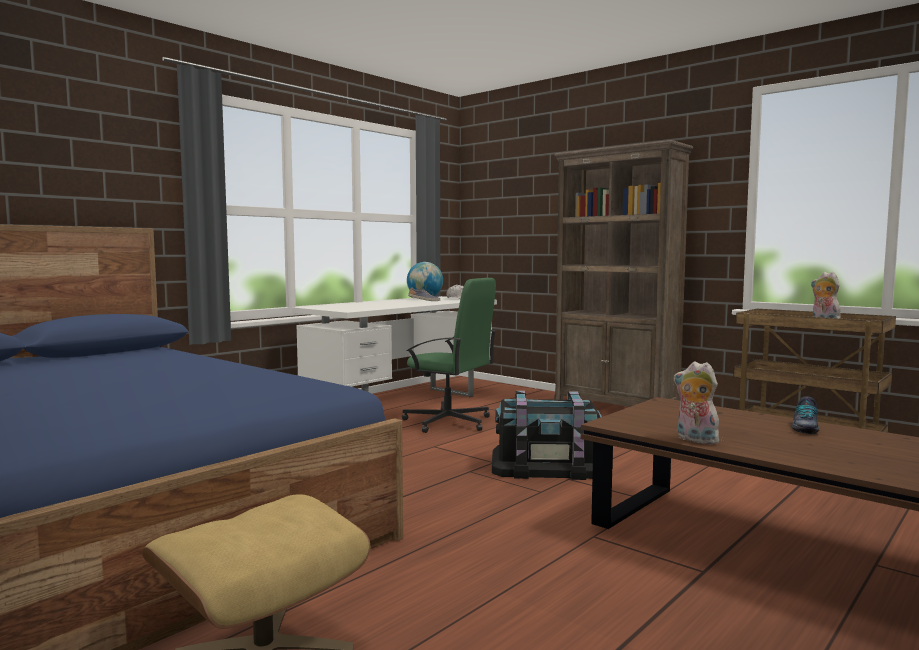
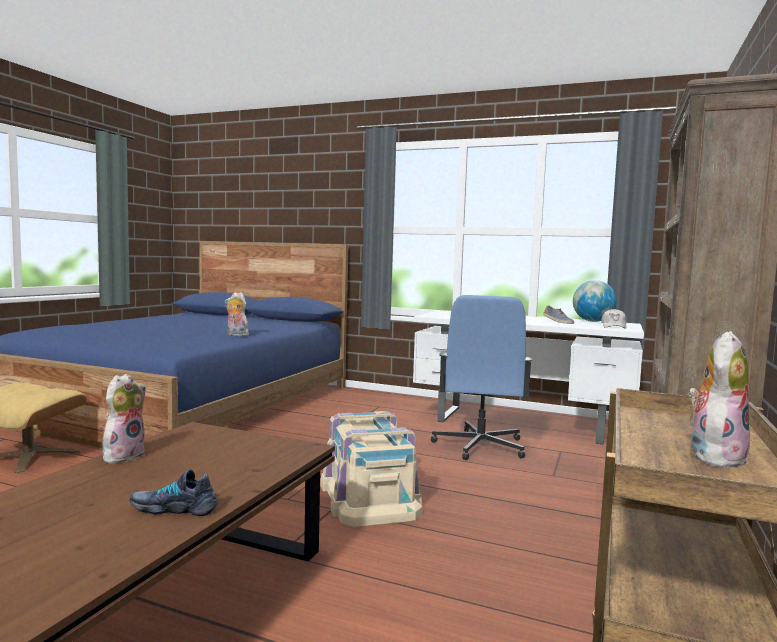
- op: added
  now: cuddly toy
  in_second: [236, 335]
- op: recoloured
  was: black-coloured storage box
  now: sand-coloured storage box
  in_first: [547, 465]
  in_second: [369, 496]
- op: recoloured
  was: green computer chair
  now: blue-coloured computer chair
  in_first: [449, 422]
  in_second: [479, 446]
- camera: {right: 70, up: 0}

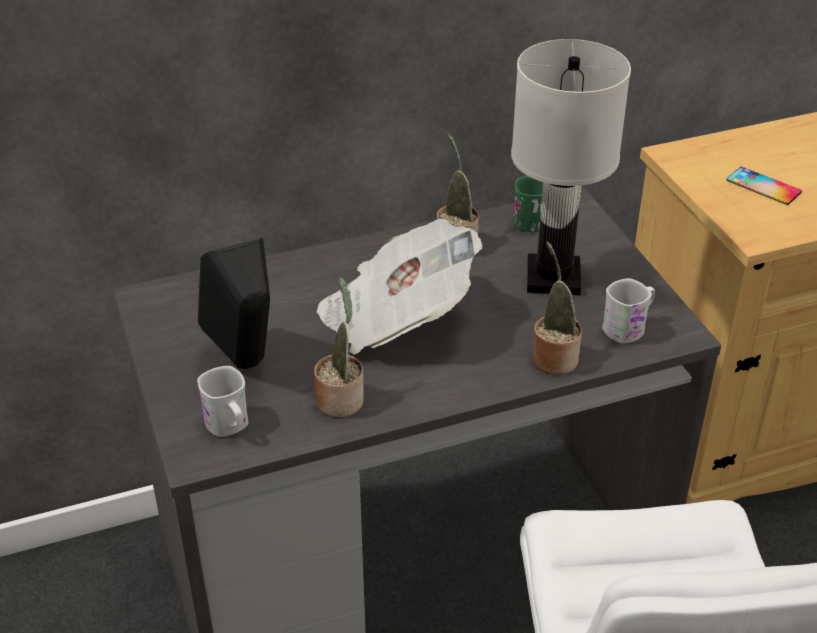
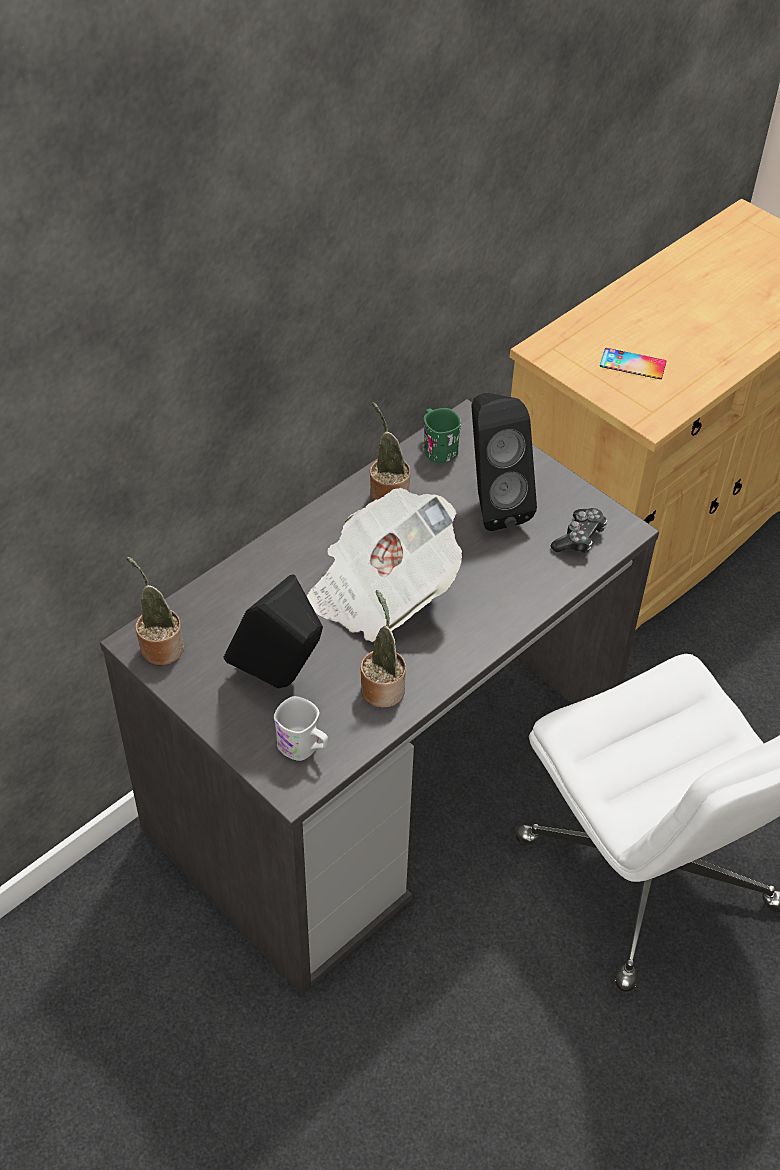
- op: moved
  was: potted plant
  in_first: [553, 357]
  in_second: [159, 646]
- op: replaced
  was: white table lamp
  now: black-coloured speaker
  in_first: [554, 277]
  in_second: [492, 504]
- op: replaced
  was: white coffee mug
  now: game controller
  in_first: [628, 328]
  in_second: [579, 538]
- camera: {right: -25, up: 10}

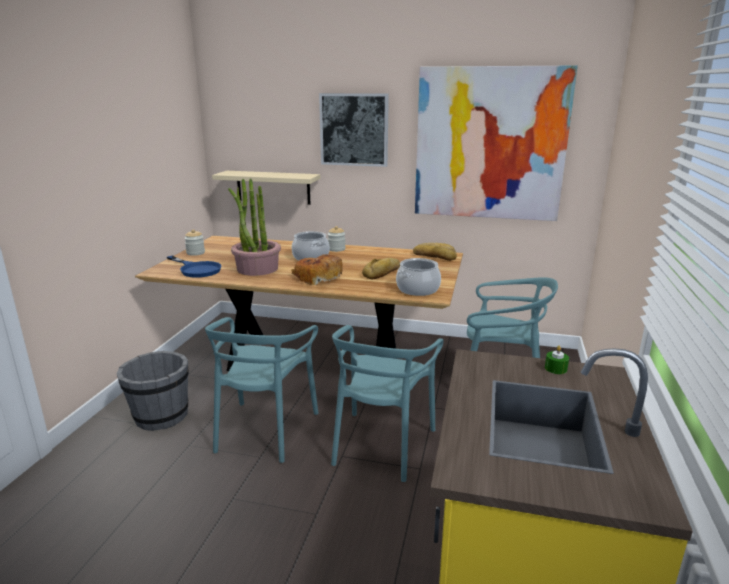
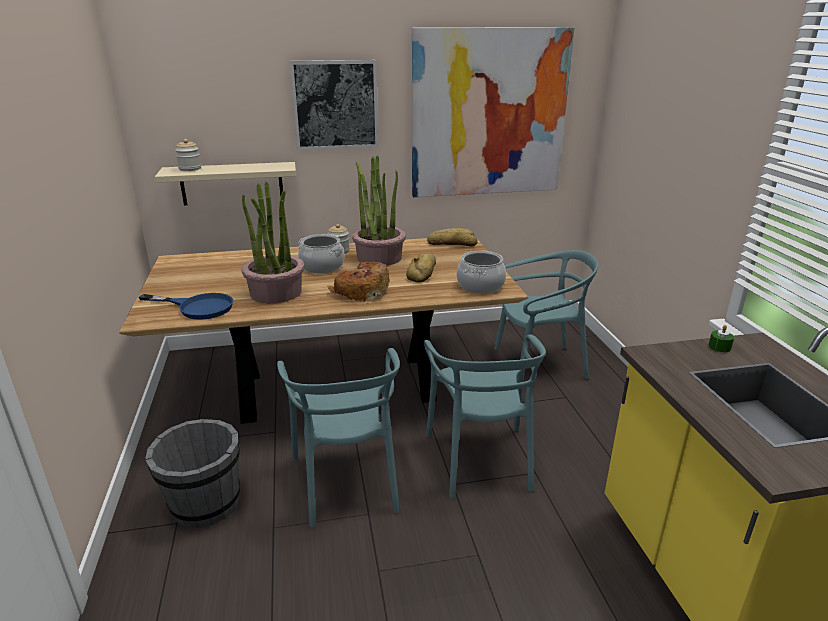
- op: moved
  was: preserve jar
  in_first: [195, 253]
  in_second: [190, 169]
- op: added
  now: potted plant
  in_second: [379, 257]
- camera: {right: -25, up: 5}

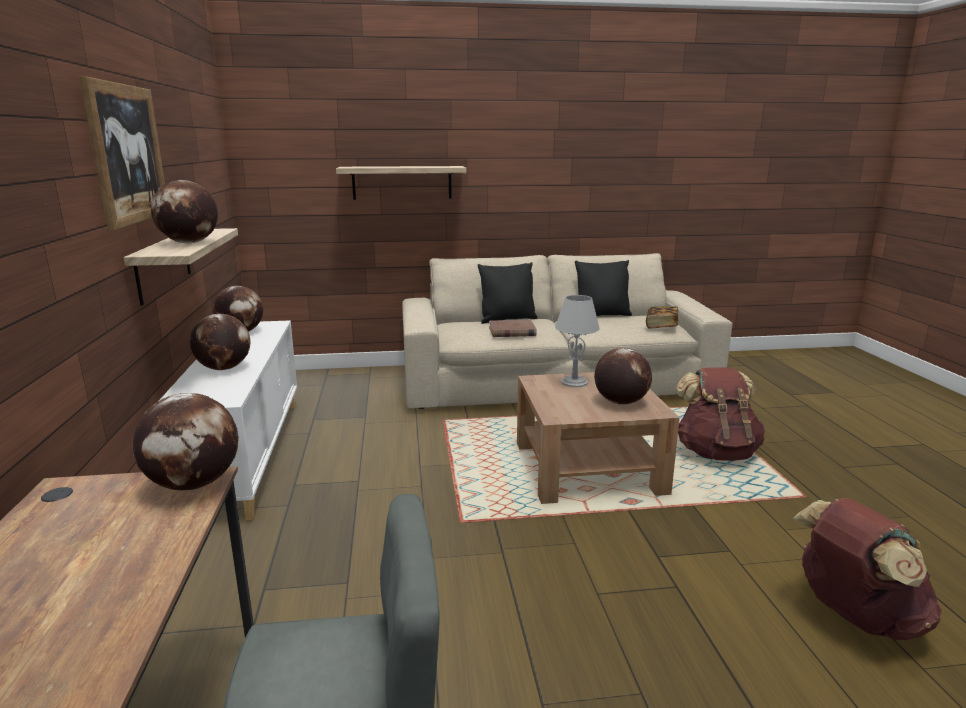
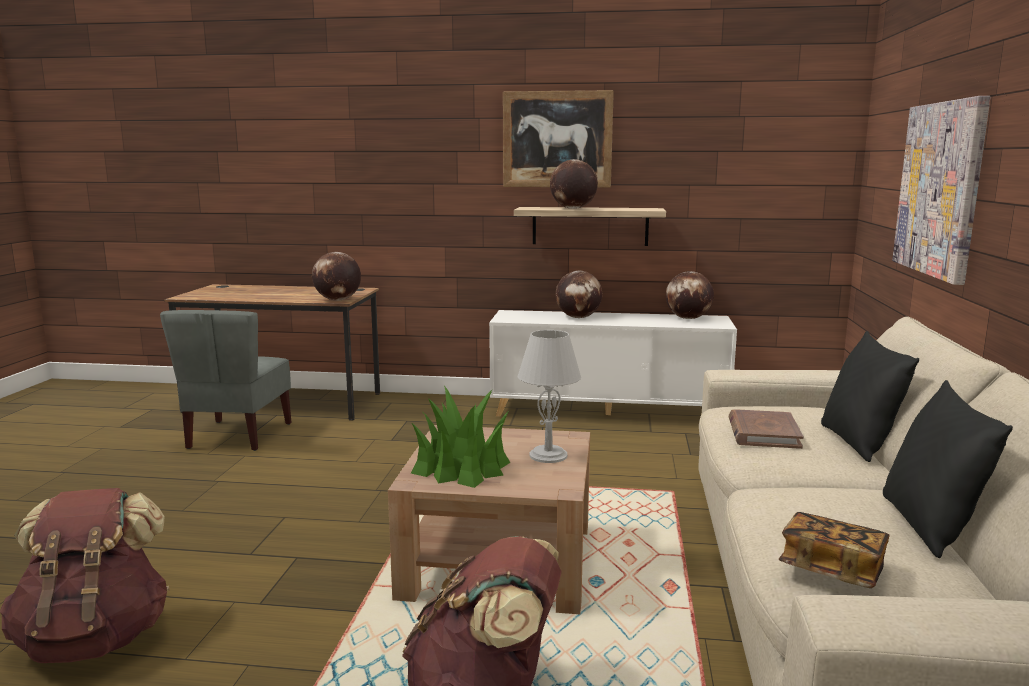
- op: replaced
  was: world globe
  now: potted plant
  in_first: [620, 402]
  in_second: [461, 467]
- op: replaced
  was: wall shelf
  now: wall art
  in_first: [402, 182]
  in_second: [940, 189]
- camera: {right: 105, up: -5}

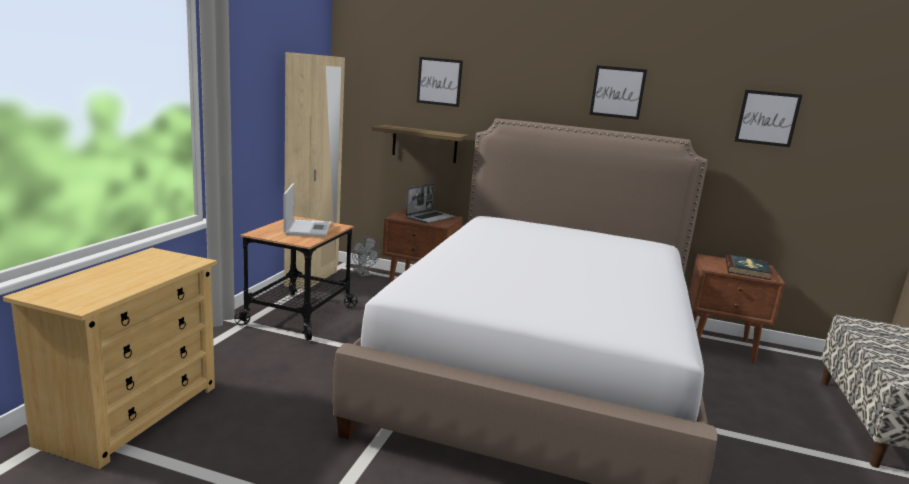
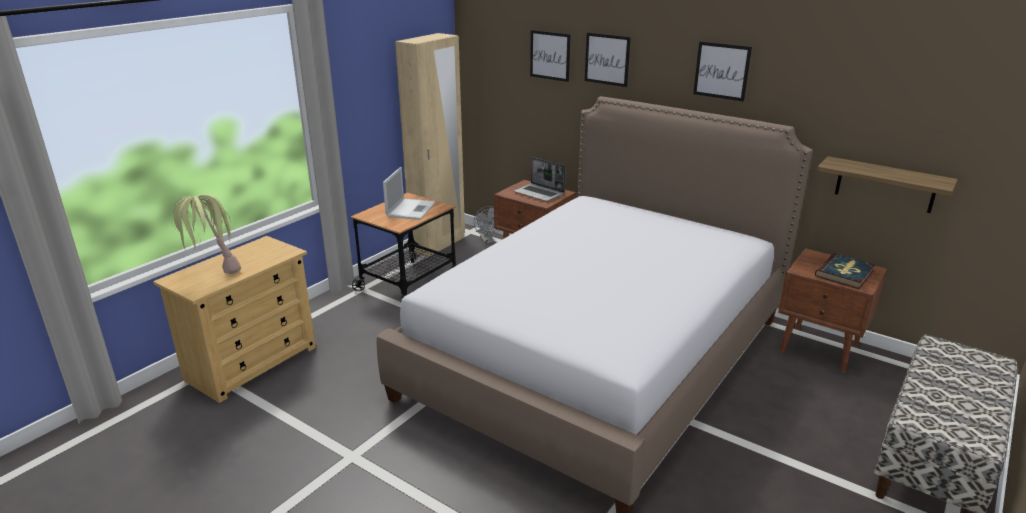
- op: added
  now: potted plant
  in_second: [212, 273]
- op: turned
  was: portable computer
  in_first: [430, 217]
  in_second: [540, 193]
  clockwise: 75
- op: moved
  was: wall art
  in_first: [767, 118]
  in_second: [607, 59]
- op: moved
  was: wall shelf
  in_first: [424, 144]
  in_second: [885, 185]
- camera: {right: 20, up: 10}

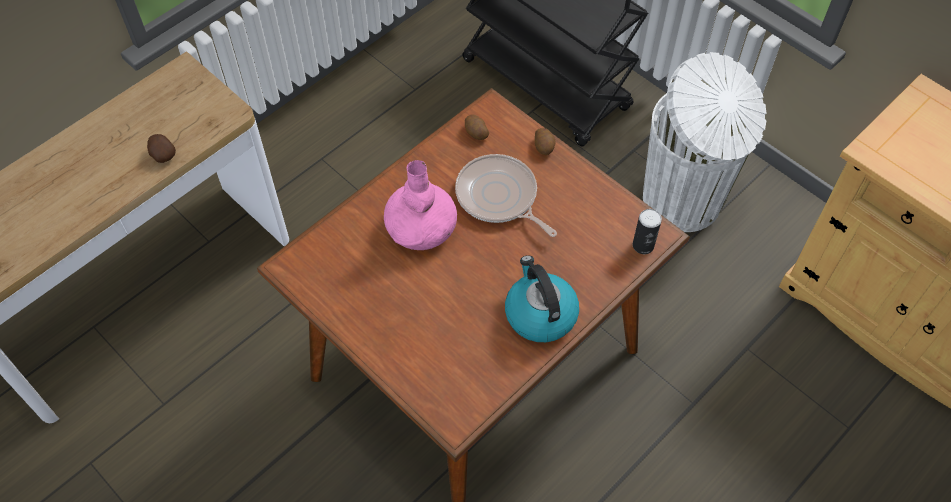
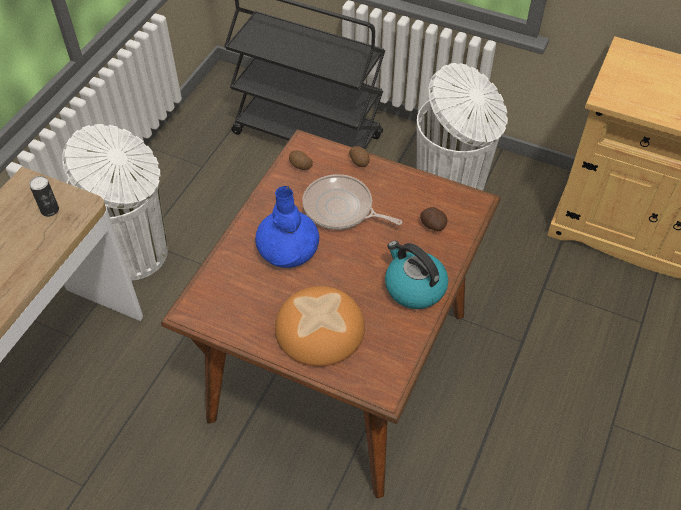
- op: moved
  was: sealed can
  in_first: [643, 245]
  in_second: [50, 210]
- op: added
  now: white trash can
  in_second: [136, 253]
- op: recoloured
  was: pink vase
  now: blue-coloured vase
  in_first: [421, 227]
  in_second: [288, 249]
- op: added
  now: bread
  in_second: [319, 330]
- op: moved
  was: potato
  in_first: [163, 155]
  in_second: [432, 225]
- camera: {right: -20, up: -5}

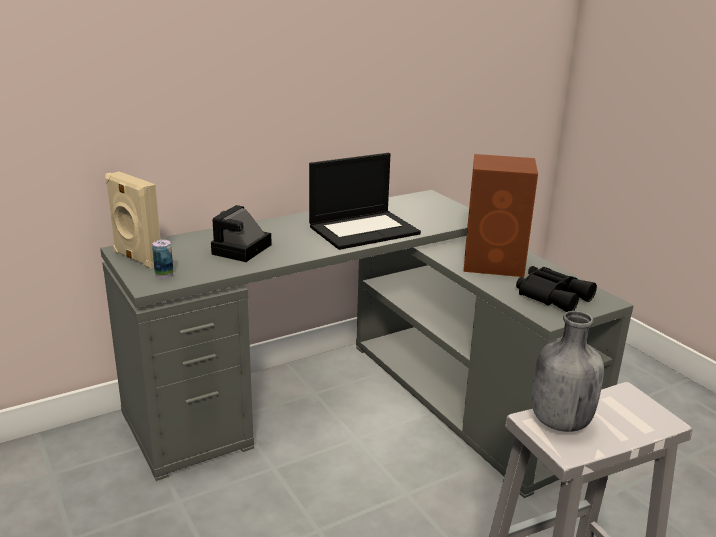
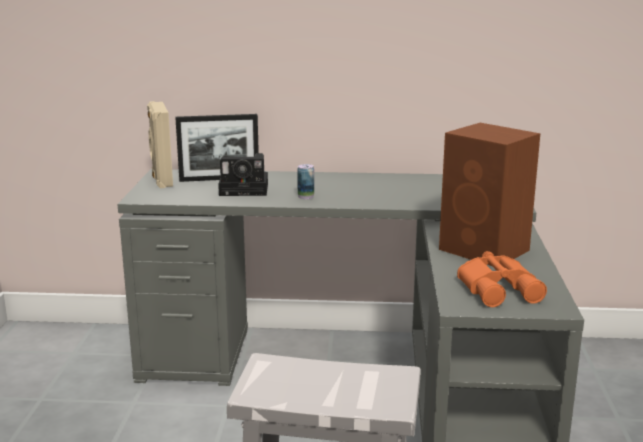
- op: added
  now: photo frame
  in_second: [219, 179]
- op: turned
  was: still camera
  in_first: [241, 250]
  in_second: [246, 189]
  clockwise: -150
- op: moved
  was: sealed can
  in_first: [164, 275]
  in_second: [306, 196]
- op: recoloured
  was: black-coloured field glasses
  now: orangey field glasses
  in_first: [552, 295]
  in_second: [499, 289]
- op: removed
  was: portable computer
  in_first: [364, 229]
- op: removed
  was: grey bottle
  in_first: [558, 421]
- camera: {right: 35, up: -5}

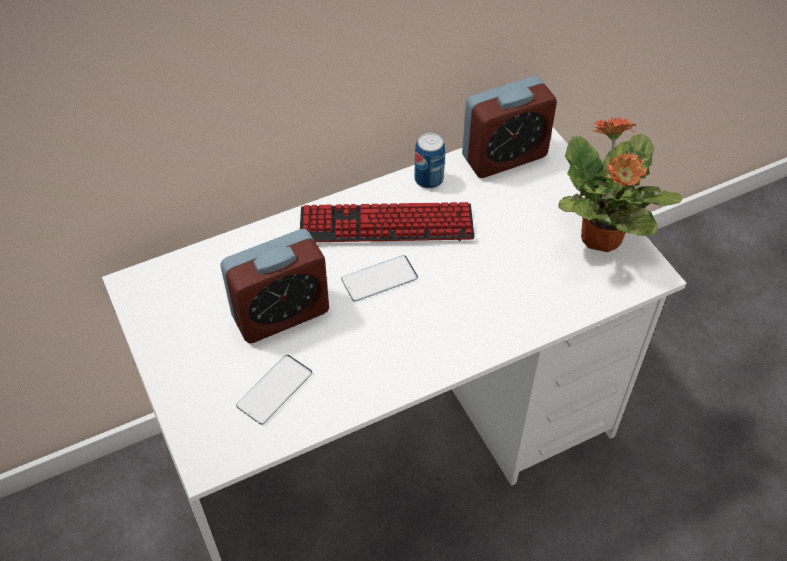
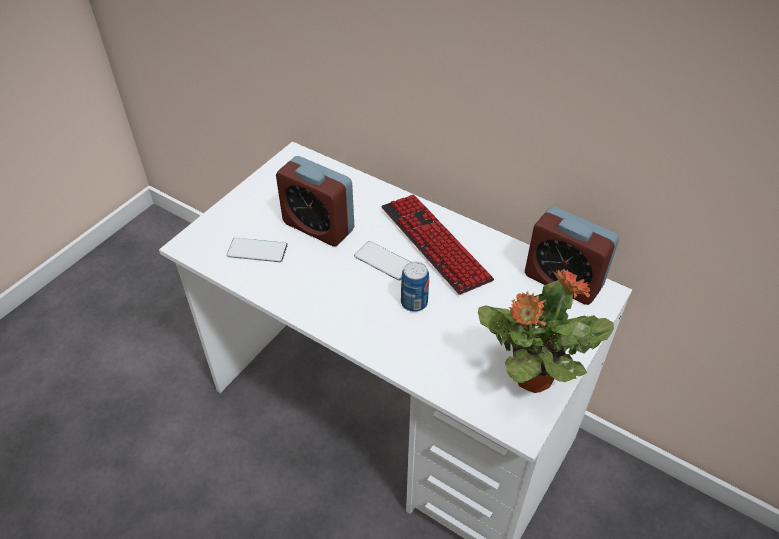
- op: moved
  was: sealed can
  in_first: [429, 179]
  in_second: [414, 302]
- camera: {right: 60, up: -5}

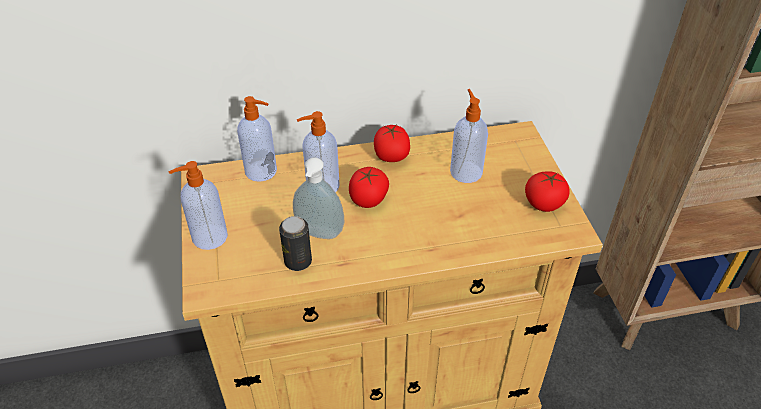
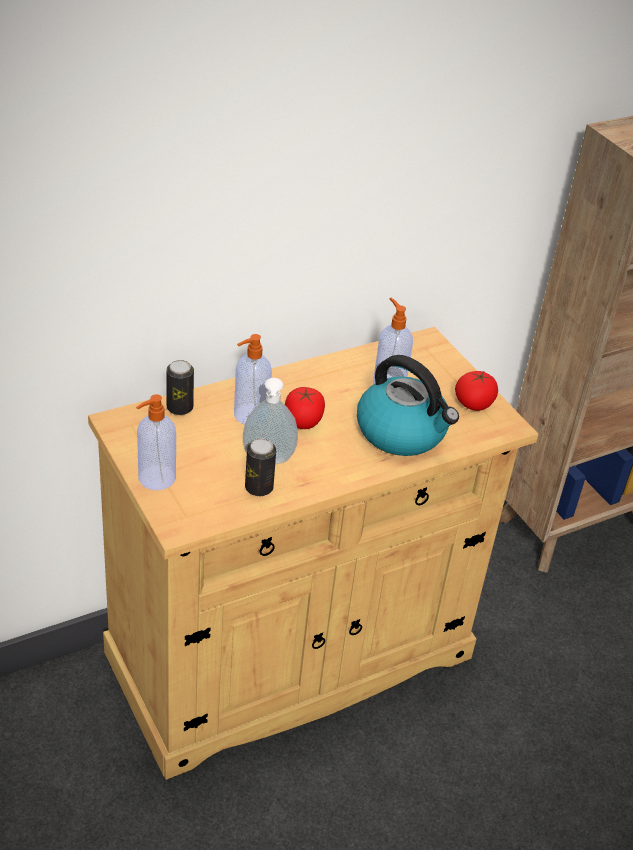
- op: replaced
  was: soap dispenser
  now: sealed can
  in_first: [262, 171]
  in_second: [180, 408]
- op: added
  now: kettle
  in_second: [402, 433]
- op: removed
  was: tomato
  in_first: [391, 156]
- camera: {right: -20, up: -5}

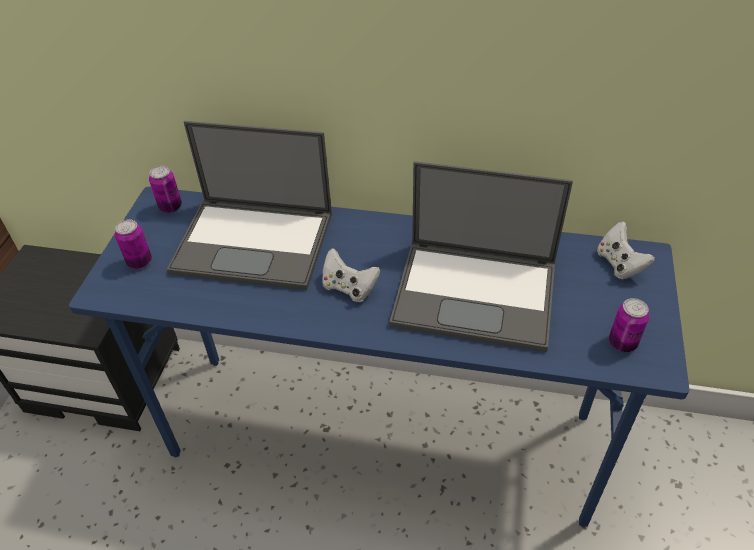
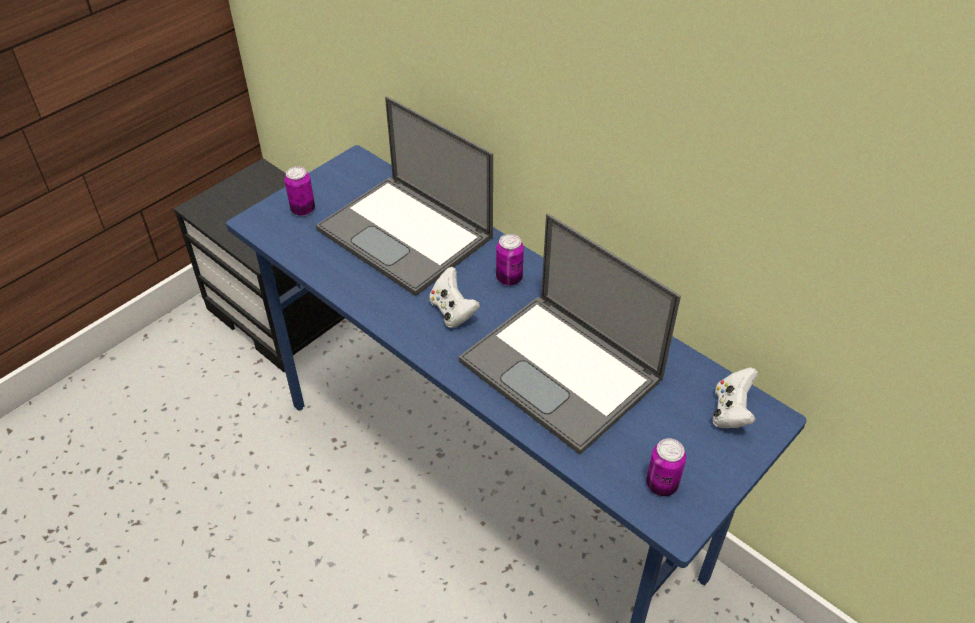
- op: moved
  was: sealed can
  in_first: [170, 207]
  in_second: [509, 278]
- camera: {right: 30, up: 0}

